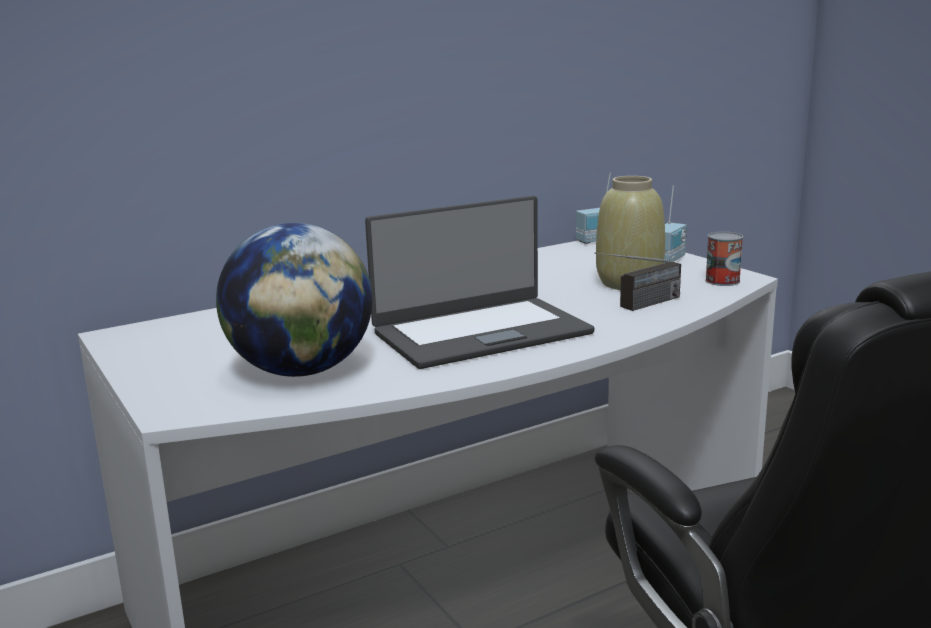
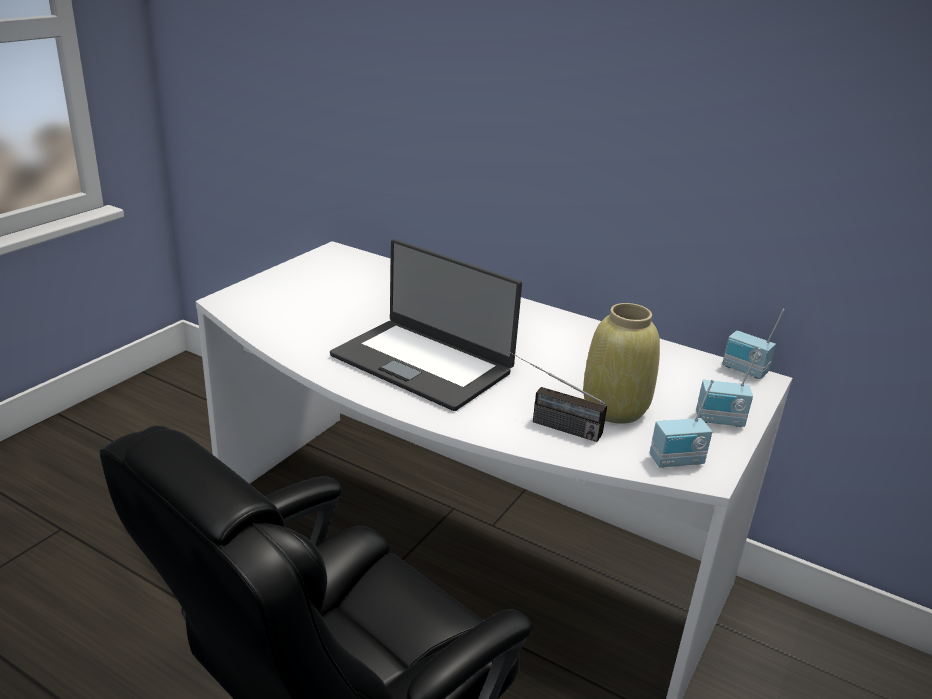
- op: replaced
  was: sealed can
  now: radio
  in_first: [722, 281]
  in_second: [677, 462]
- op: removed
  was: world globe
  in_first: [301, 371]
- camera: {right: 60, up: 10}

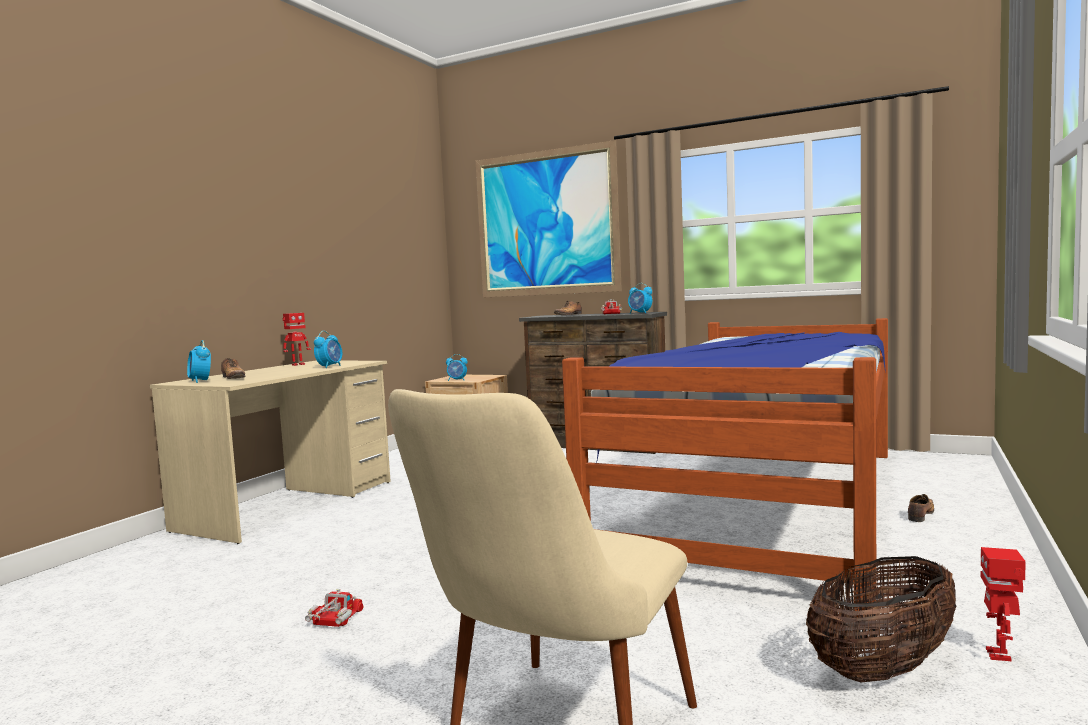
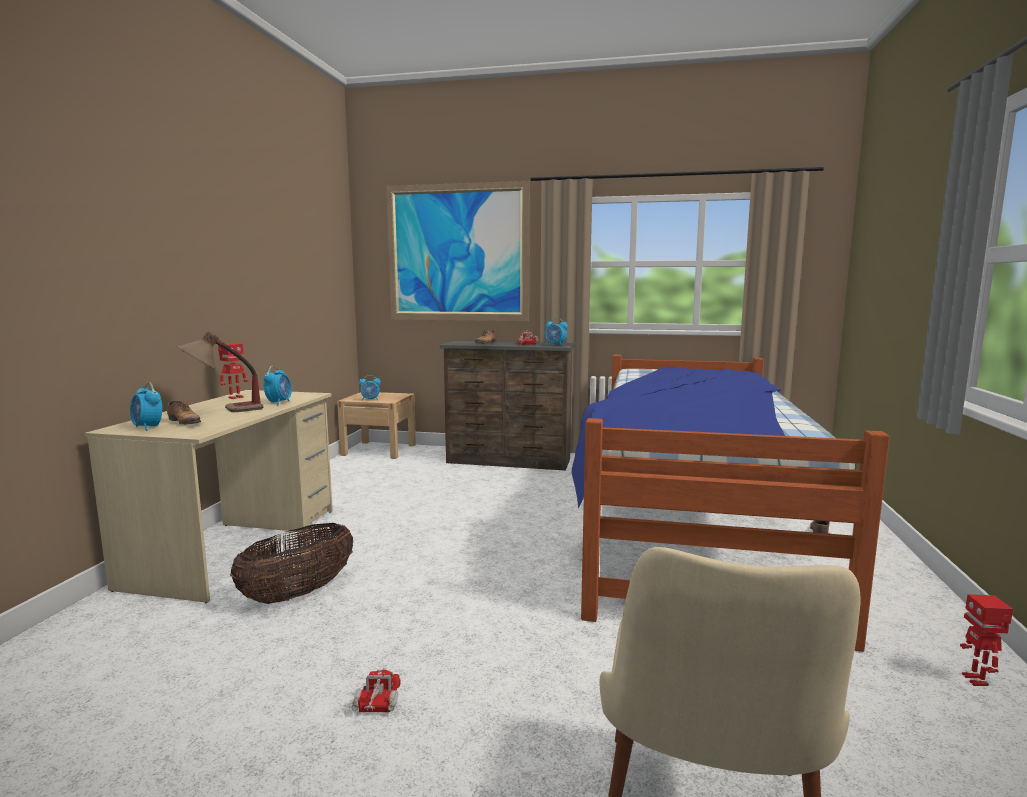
- op: added
  now: table lamp
  in_second: [224, 411]
- op: moved
  was: household basket
  in_first: [883, 668]
  in_second: [298, 594]
- camera: {right: -15, up: 5}

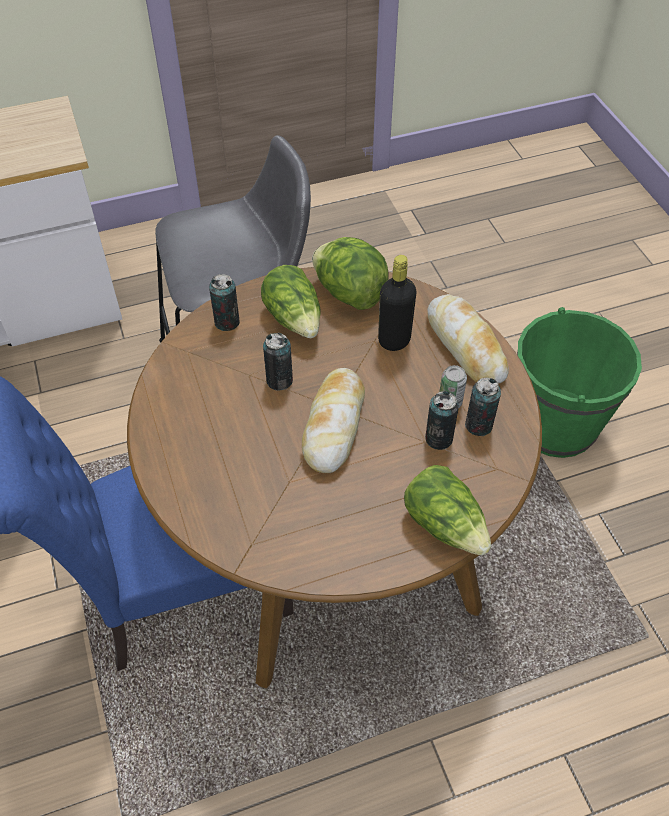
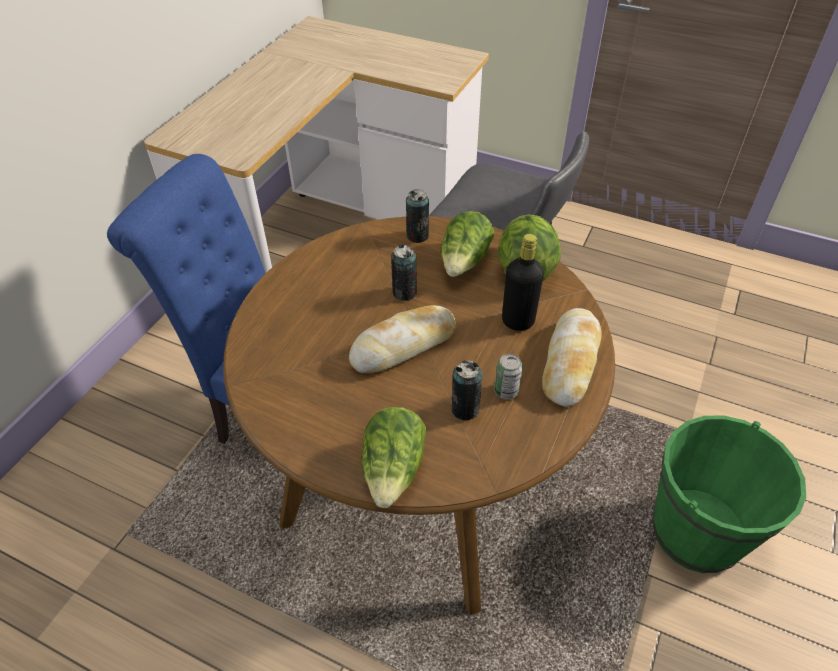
- op: removed
  was: sealed can
  in_first: [478, 425]
- camera: {right: 45, up: -5}

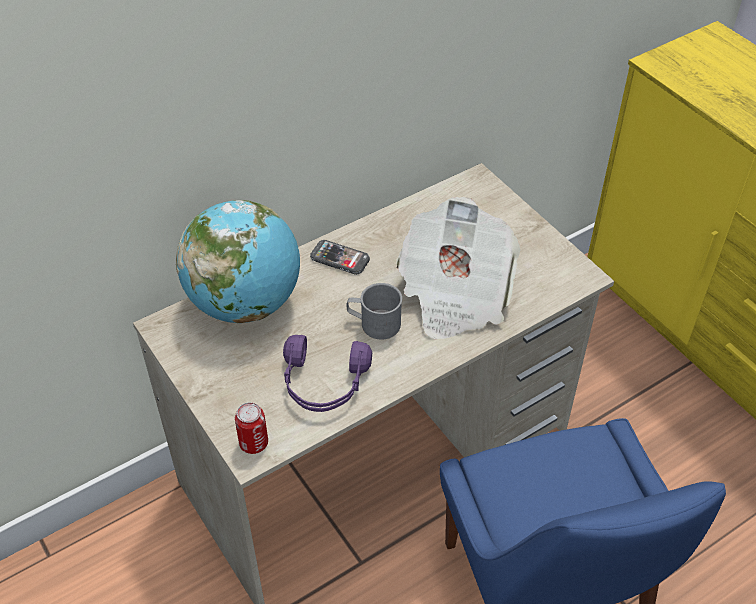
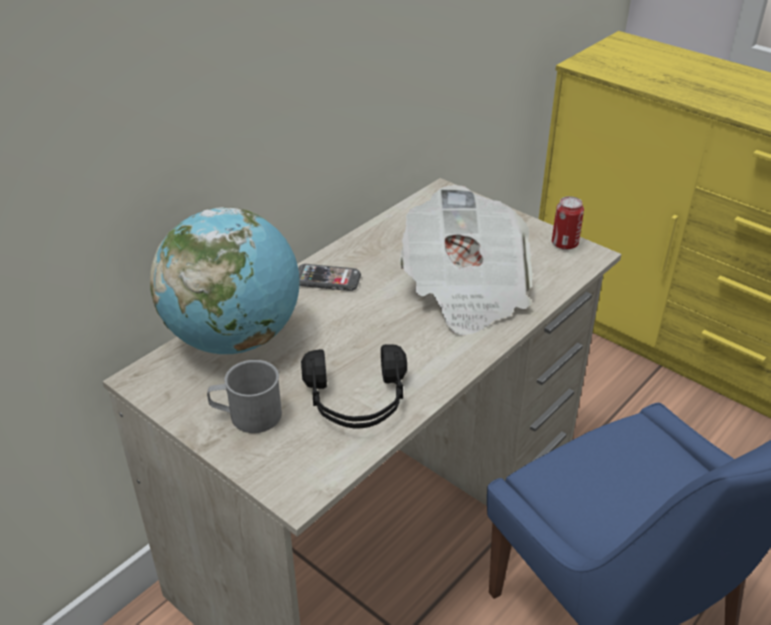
- op: moved
  was: grey coffee mug
  in_first: [374, 323]
  in_second: [247, 415]
- op: recoloured
  was: purple headphones
  now: black-coloured headphones
  in_first: [323, 384]
  in_second: [357, 401]
- op: moved
  was: sealed can
  in_first: [253, 443]
  in_second: [564, 244]
- camera: {right: -15, up: -10}

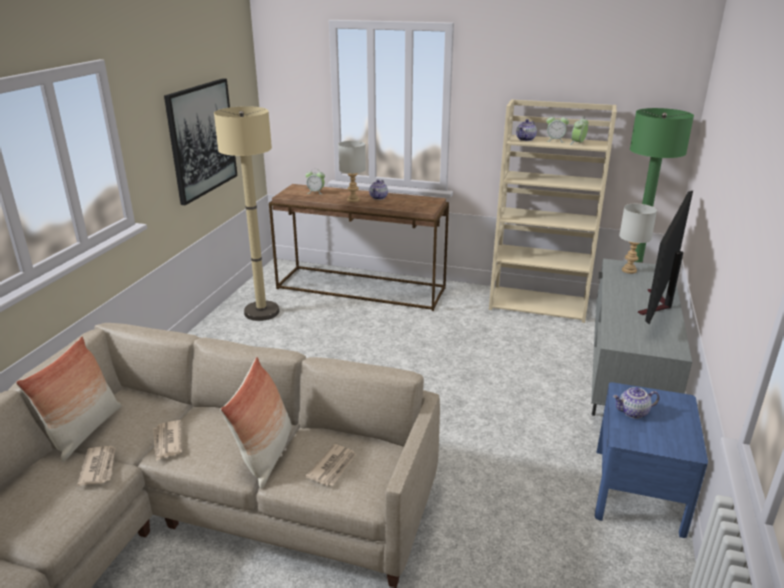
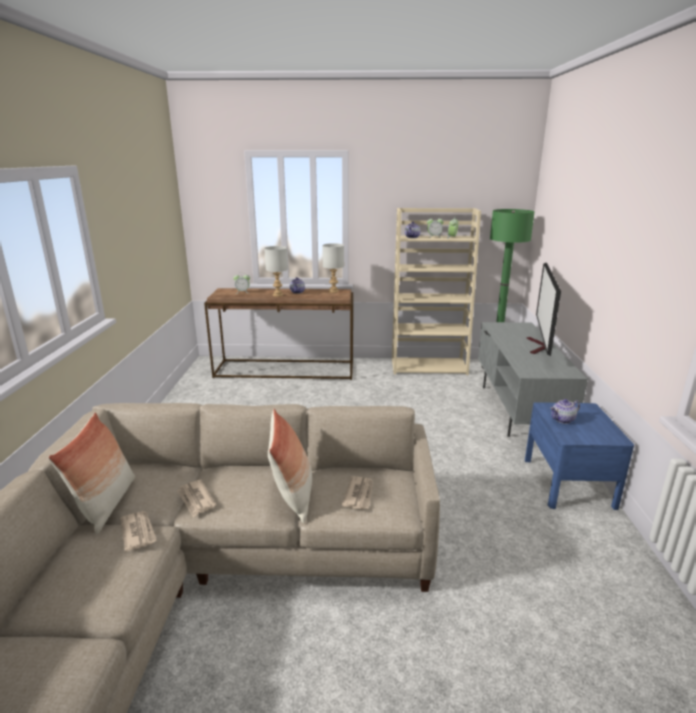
- op: moved
  was: grey table lamp
  in_first: [628, 270]
  in_second: [333, 291]
- op: removed
  was: wall art
  in_first: [202, 139]
- op: removed
  was: sand-coloured standing lamp
  in_first: [261, 312]
- camera: {right: -15, up: -5}

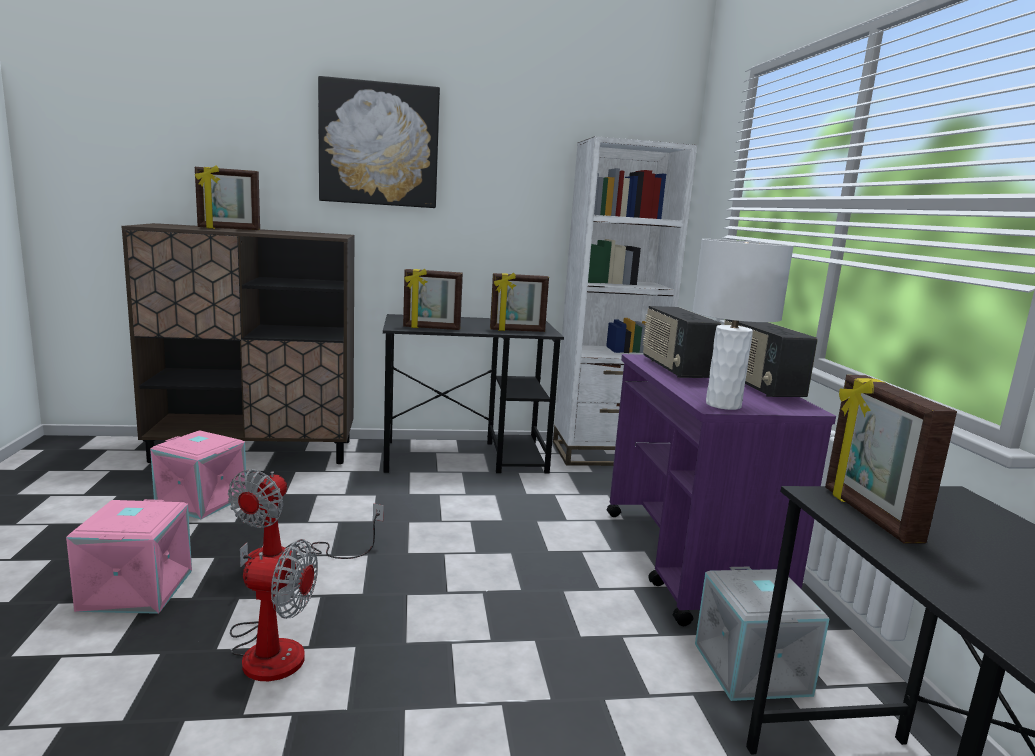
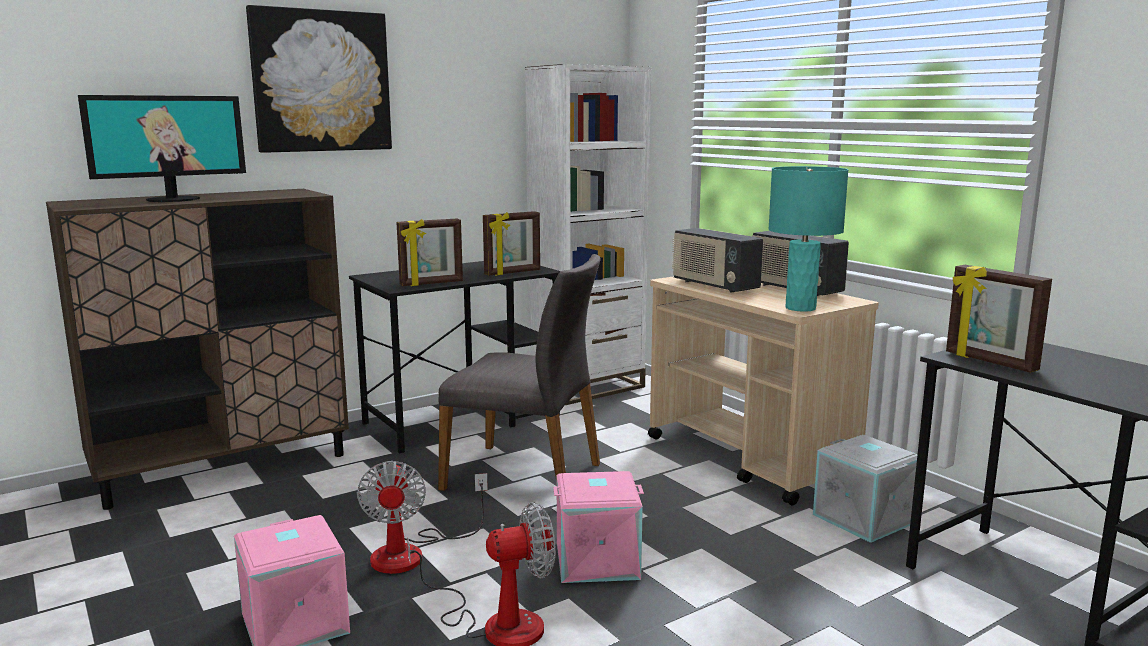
- op: replaced
  was: photo frame
  now: monitor
  in_first: [229, 229]
  in_second: [173, 199]
- op: added
  now: grey upright chair
  in_second: [525, 475]
- op: moved
  was: pink storage box
  in_first: [203, 500]
  in_second: [597, 560]
- op: recoloured
  was: purple trolley
  now: sand-coloured trolley
  in_first: [690, 562]
  in_second: [750, 458]
- op: recoloured
  was: white table lamp
  now: turquoise-coloured table lamp
  in_first: [724, 405]
  in_second: [801, 308]
- camera: {right: -25, up: 0}

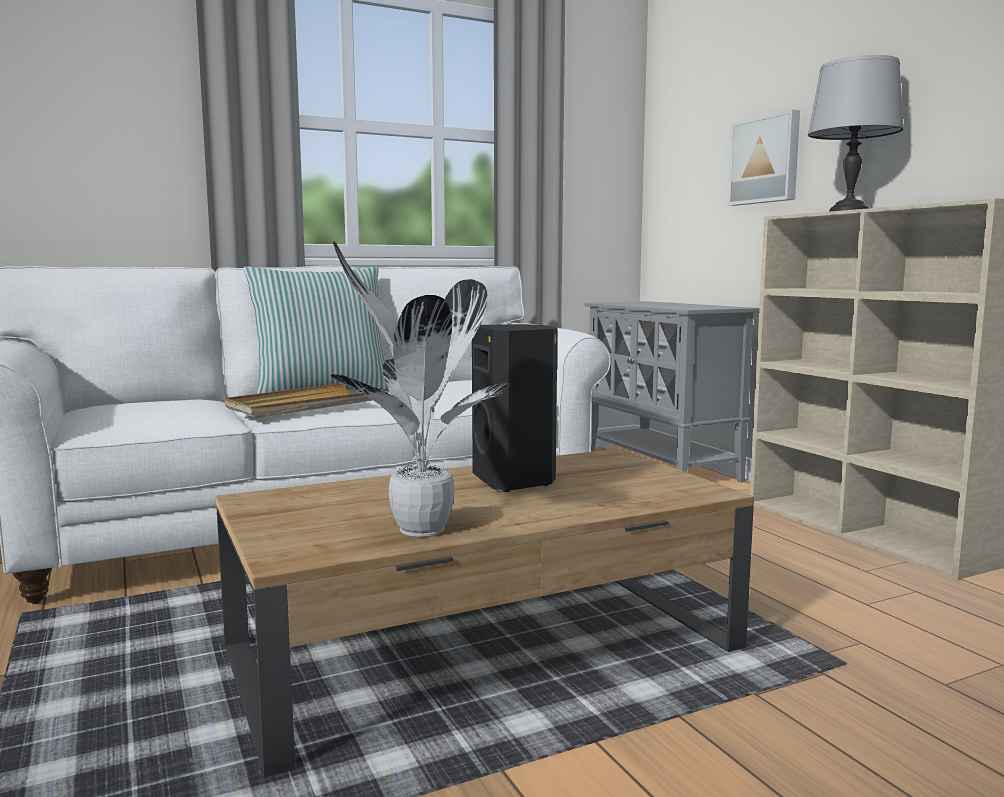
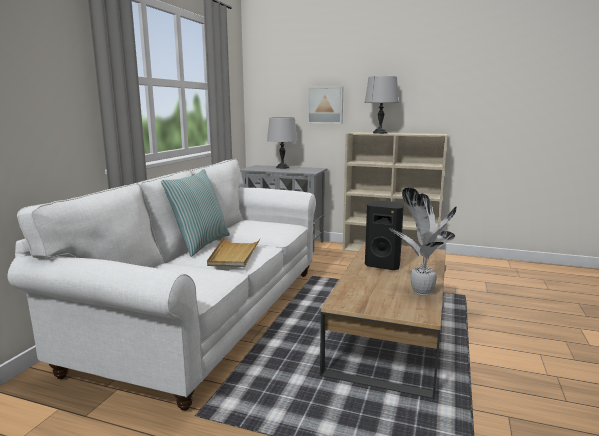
- op: added
  now: grey table lamp
  in_second: [282, 167]
- camera: {right: -45, up: 5}

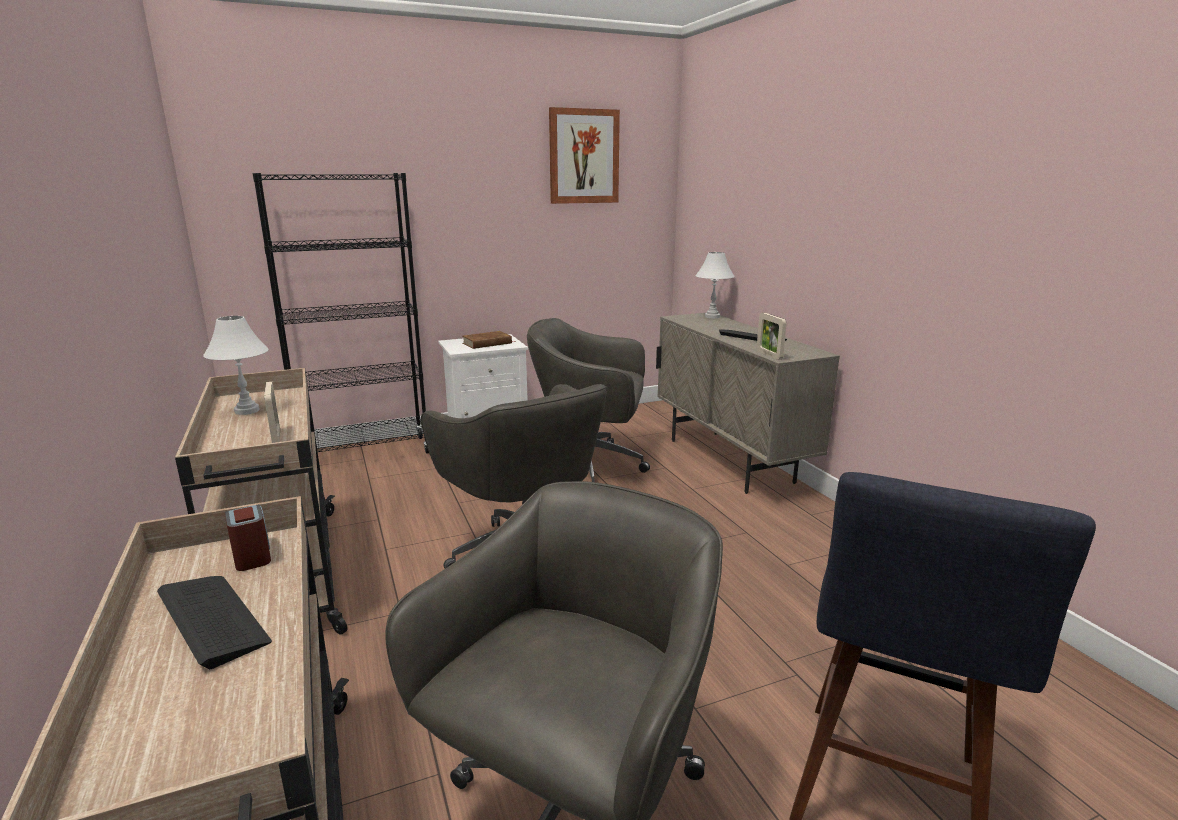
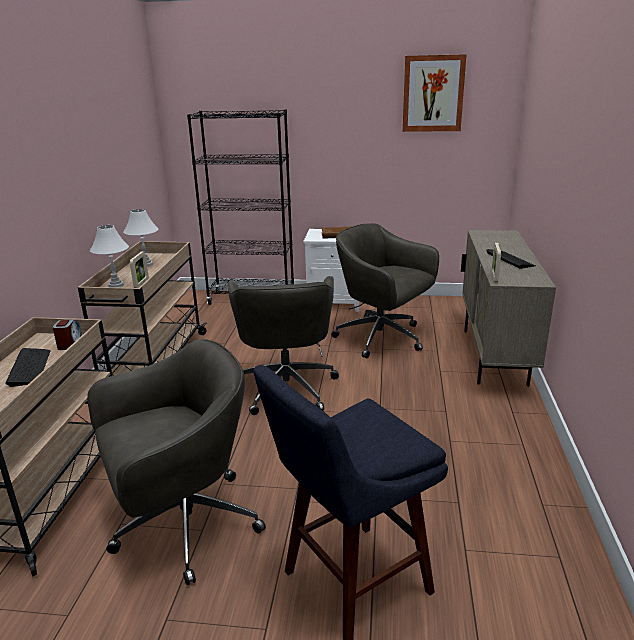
- op: moved
  was: white table lamp
  in_first: [712, 316]
  in_second: [115, 285]
- camera: {right: 30, up: 5}

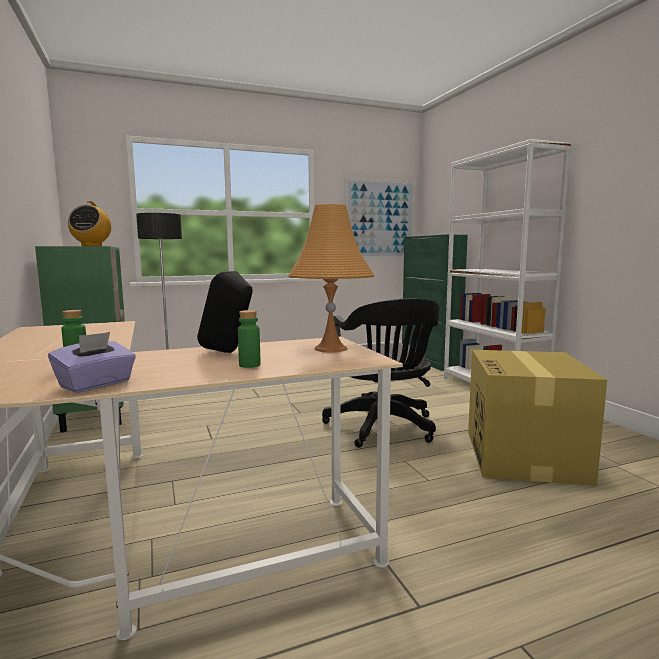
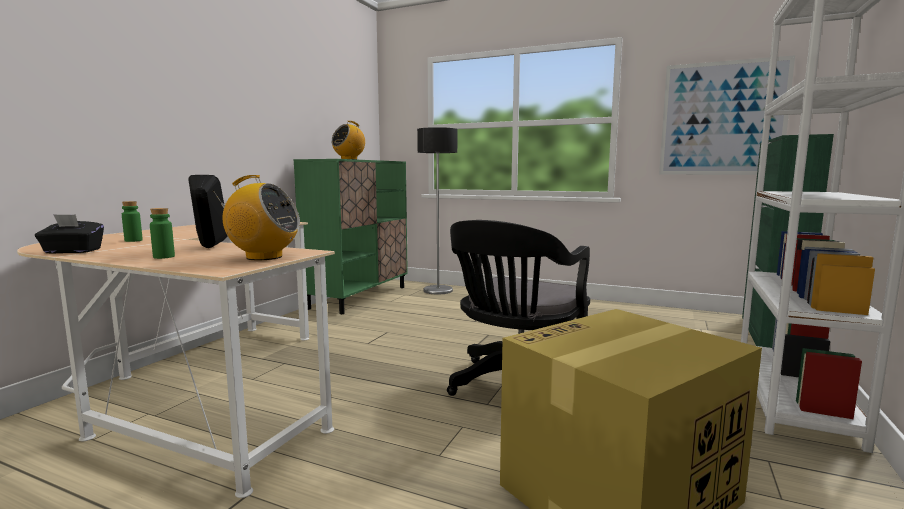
- op: recoloured
  was: purple box of tissues
  now: black-coloured box of tissues
  in_first: [96, 384]
  in_second: [72, 251]
- op: replaced
  was: orangey table lamp
  now: radio
  in_first: [330, 348]
  in_second: [263, 257]
- camera: {right: 45, up: 0}

